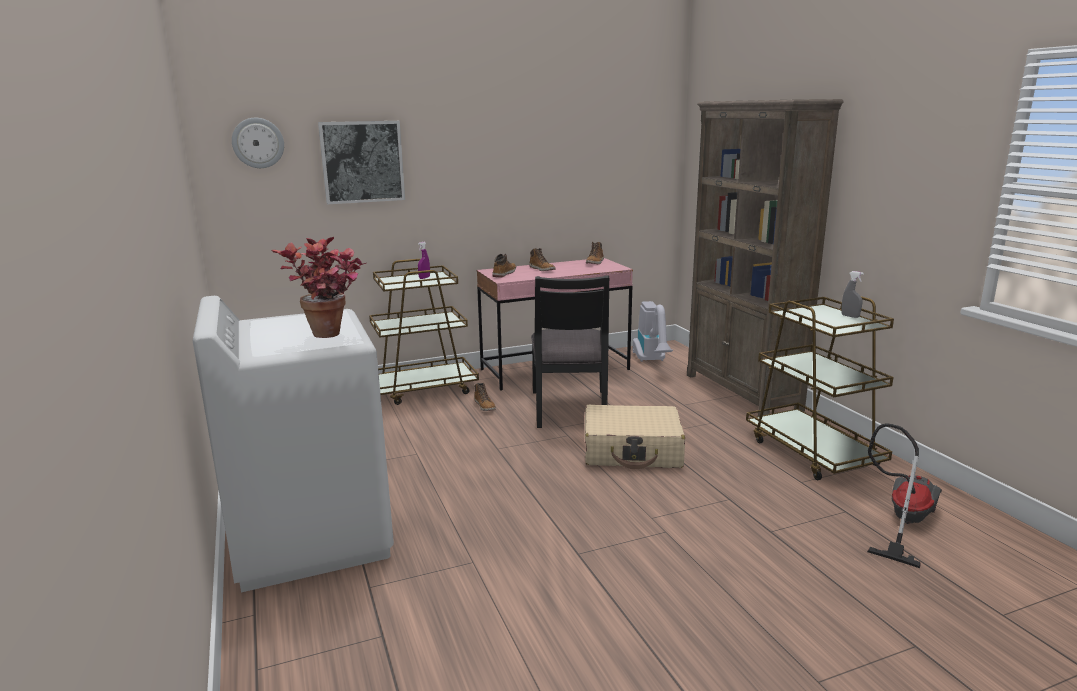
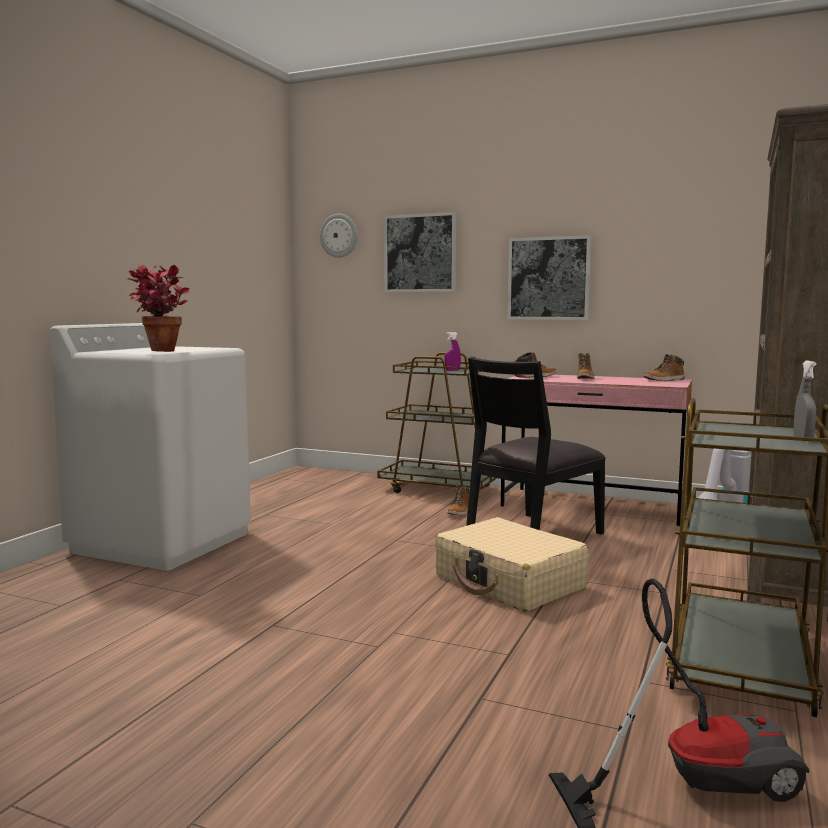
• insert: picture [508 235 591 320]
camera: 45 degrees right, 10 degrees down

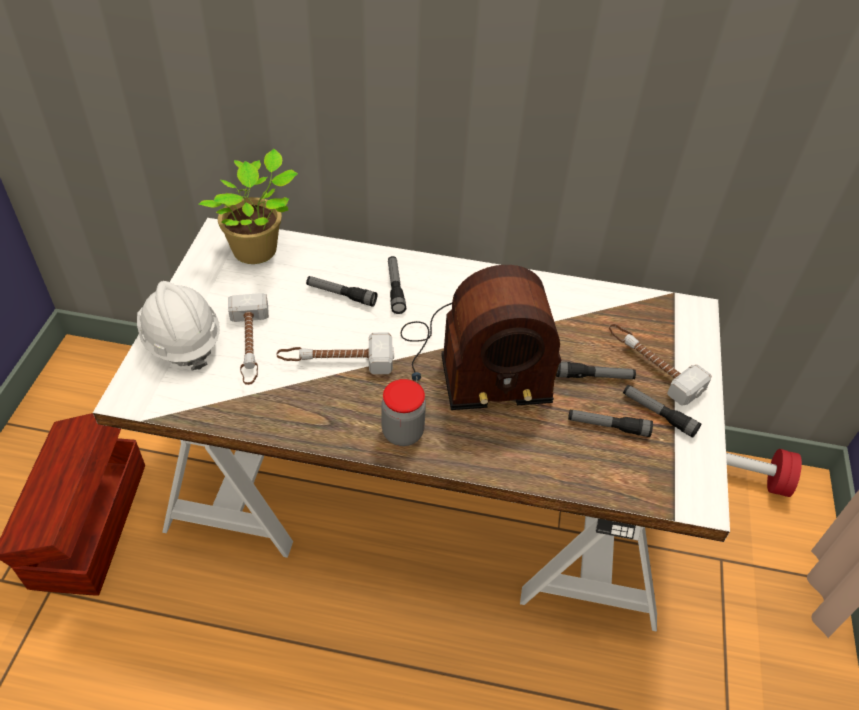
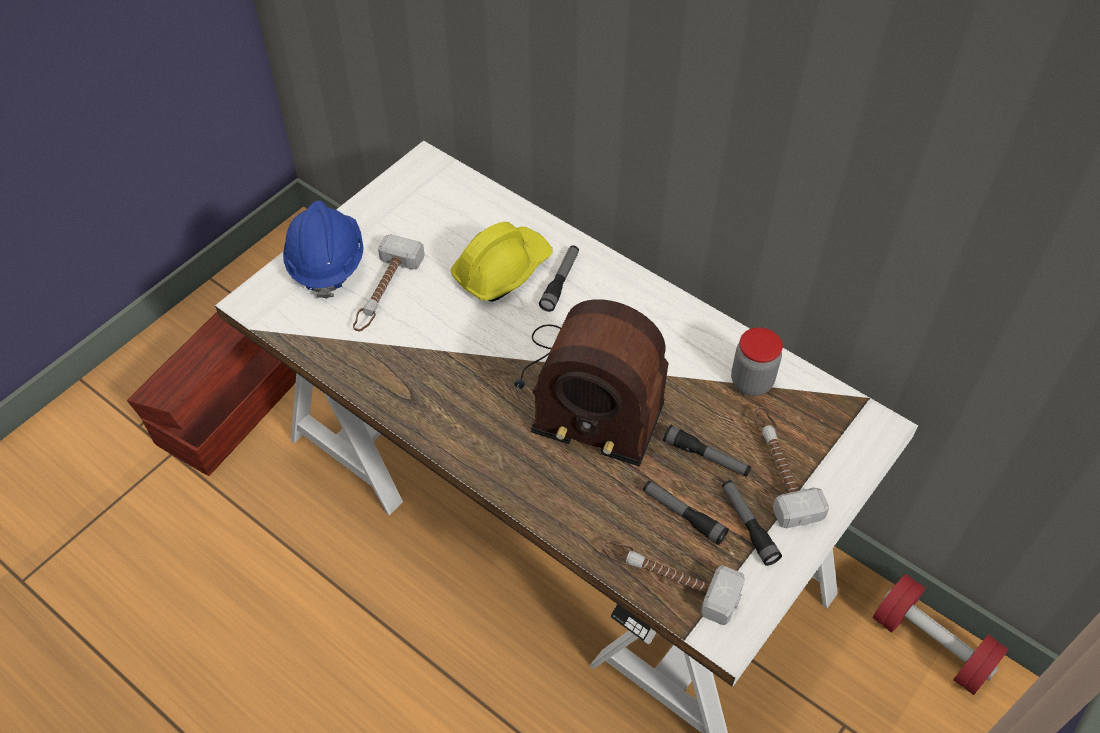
• recolor: white_hard_hat [137 281 220 371] to blue_hard_hat [283 201 364 299]
• delete: potted_plant [198 149 298 264]
• move: hammer [277 333 394 374] to [602 541 745 625]
• replace: flashlight [306 276 377 307] to yellow_hard_hat [451 222 553 302]
• move: jar [381 379 426 446] to [731 327 783 396]
camera: 30 degrees right, 5 degrees up

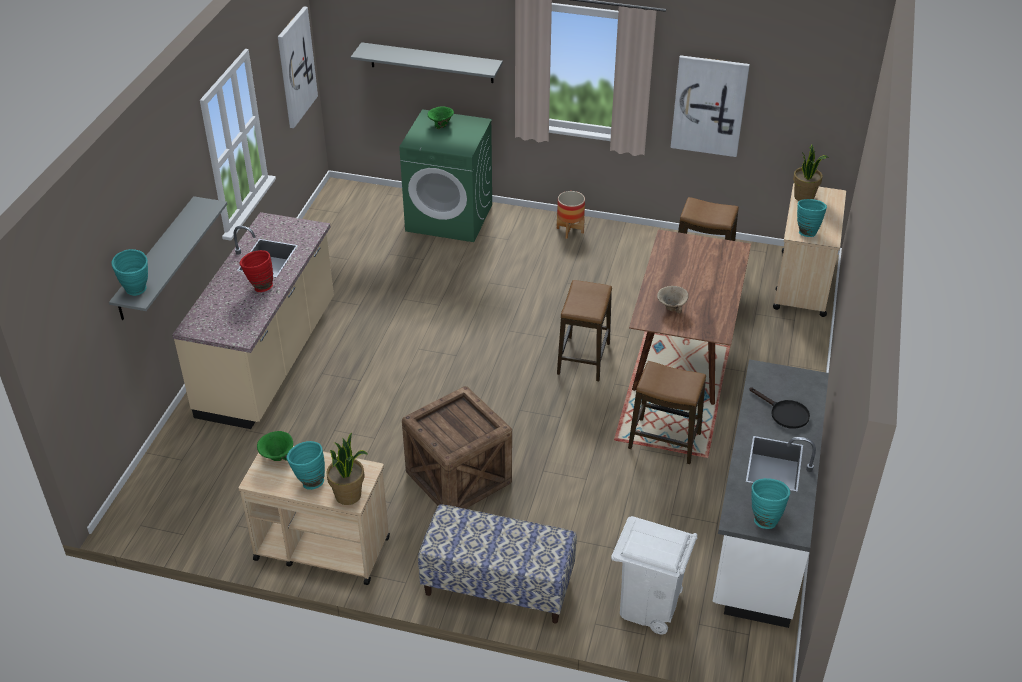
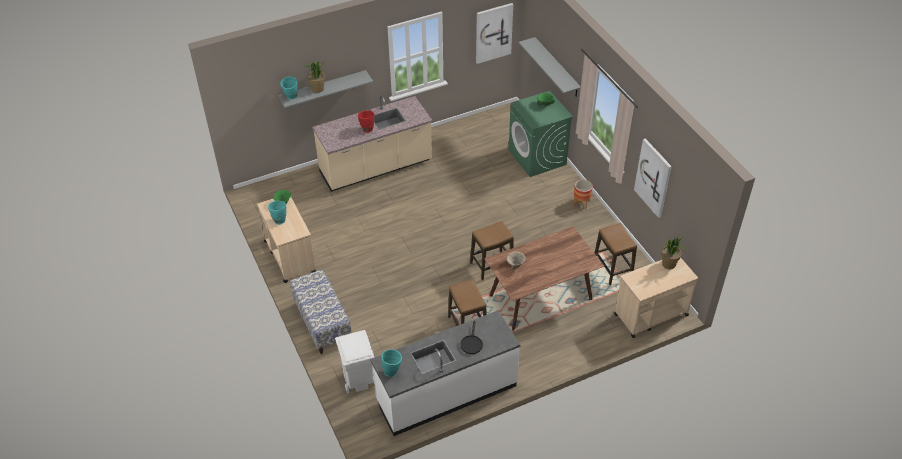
• move: potted_plant [326 433 368 505] to [304 61 325 93]
• delete: crate [402 386 512 509]
• delete: turquoise_vase [797 199 827 237]
camera: 50 degrees right, 5 degrees up

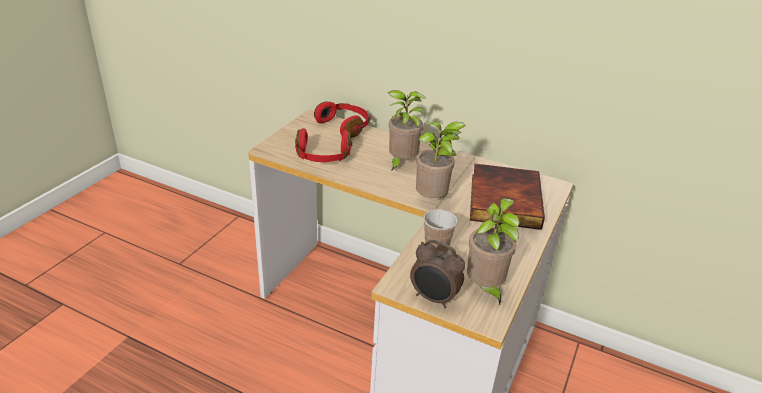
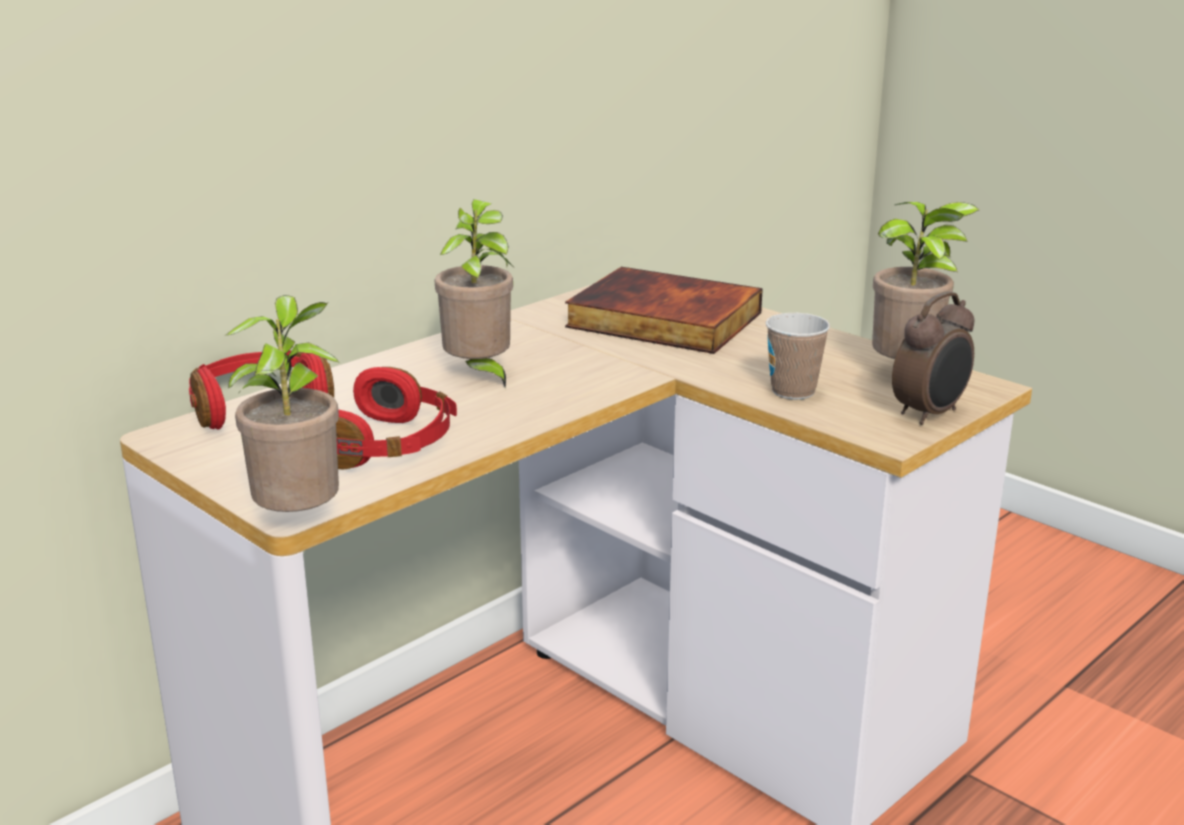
• move: potted_plant [416 122 466 198] to [224 295 340 512]
camera: 70 degrees left, 10 degrees down

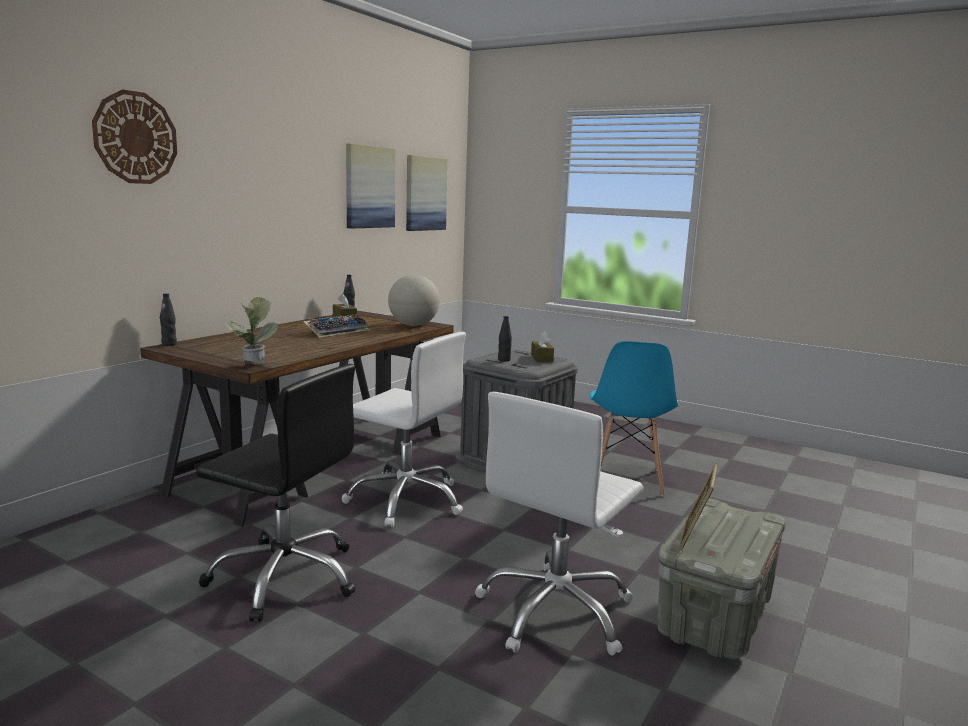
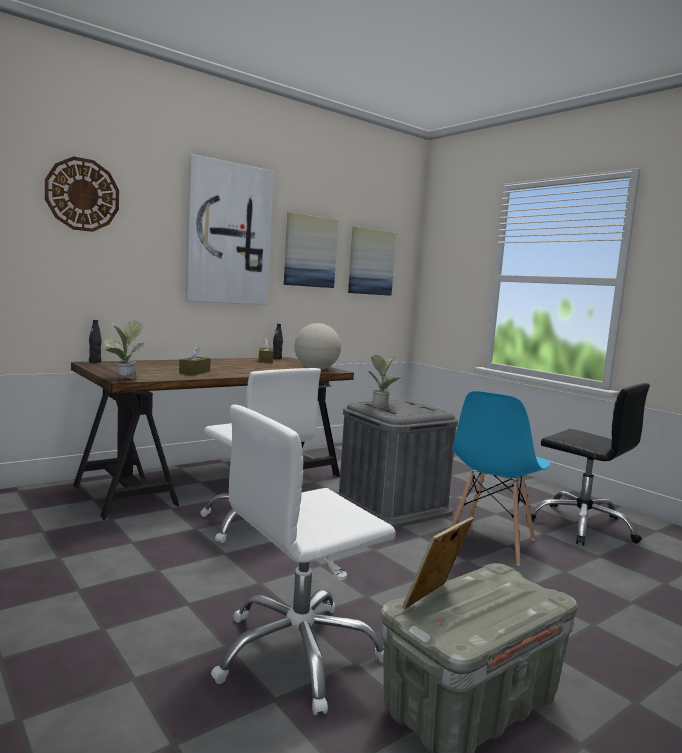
• move: black_office_chair [196 364 356 622] to [526 383 650 545]
• delete: keyboard [303 314 370 338]
• replace: black_bottle [498 316 512 362] to potted_plant [368 355 401 408]
• move: brown_tissue_box [531 332 554 362] to [179 345 210 375]
• insert: picture [186 154 274 305]
camera: 20 degrees right, 5 degrees down

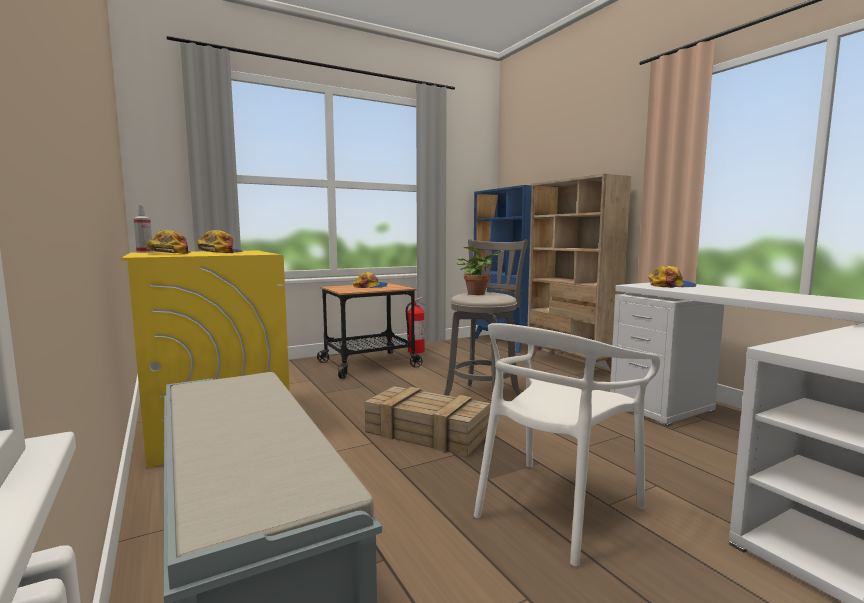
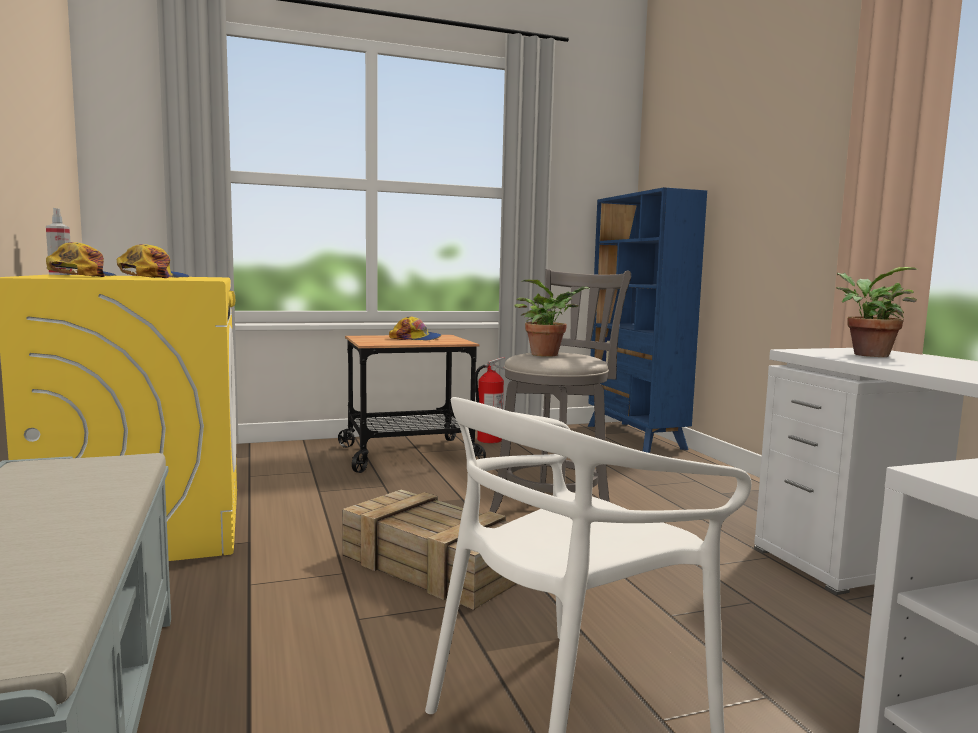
• delete: beige_bookcase [528 174 631 370]
• replace: cap [648 266 696 288] to potted_plant [836 267 919 357]
camera: 10 degrees right, 0 degrees up

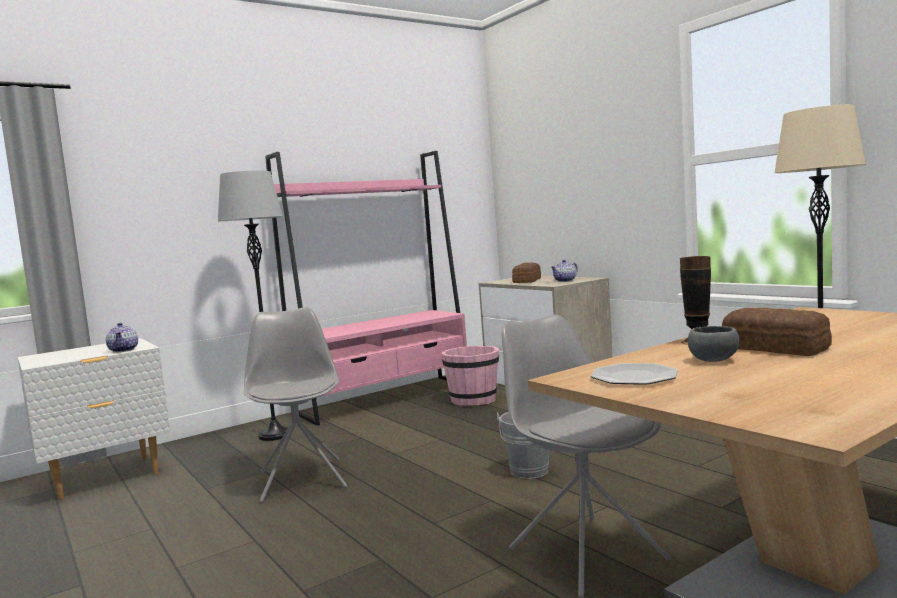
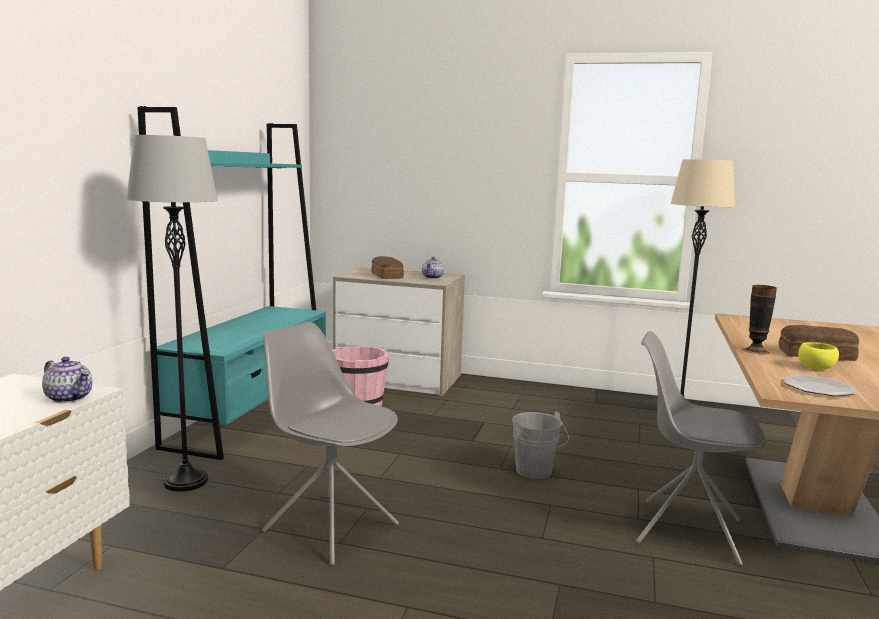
• recolor: pink_bookcase [265 151 467 425] to turquoise_bookcase [137 106 326 460]
• recolor: grey_bowl [688 326 739 362] to yellow_bowl [798 342 839 370]
camera: 40 degrees left, 5 degrees up

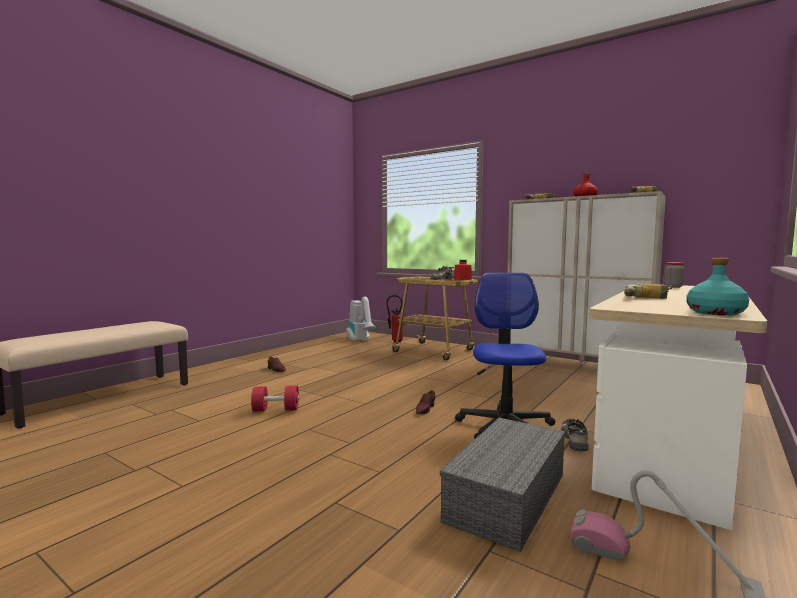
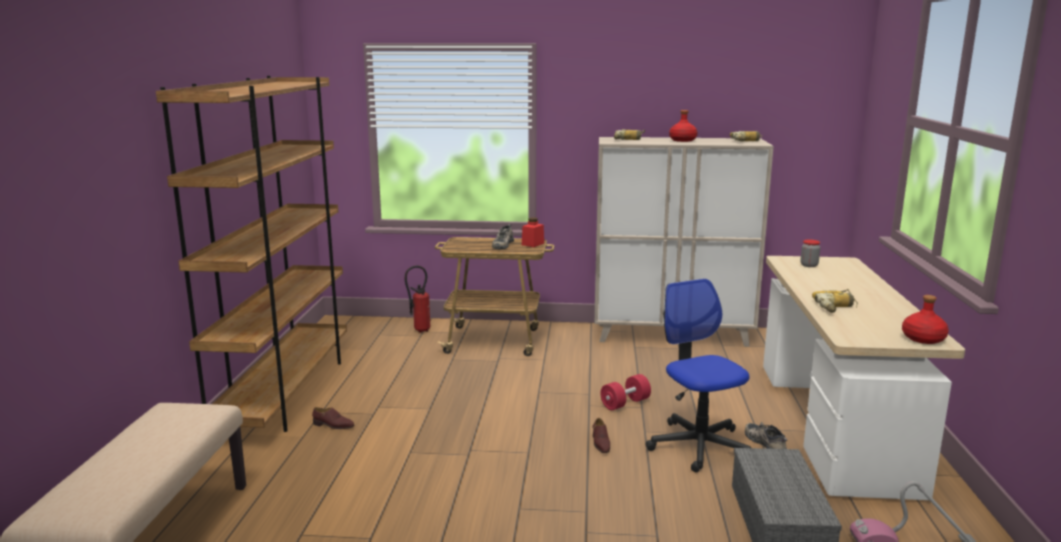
• move: red_dumbbell [251 385 299 412] to [601 374 651 410]
• delete: vacuum_cleaner [346 297 376 342]
• recolor: turquoise_bottle [686 258 749 316] to red_bottle [902 295 949 344]
• insert: brown_bookcase [156 76 347 432]
camera: 30 degrees left, 10 degrees up

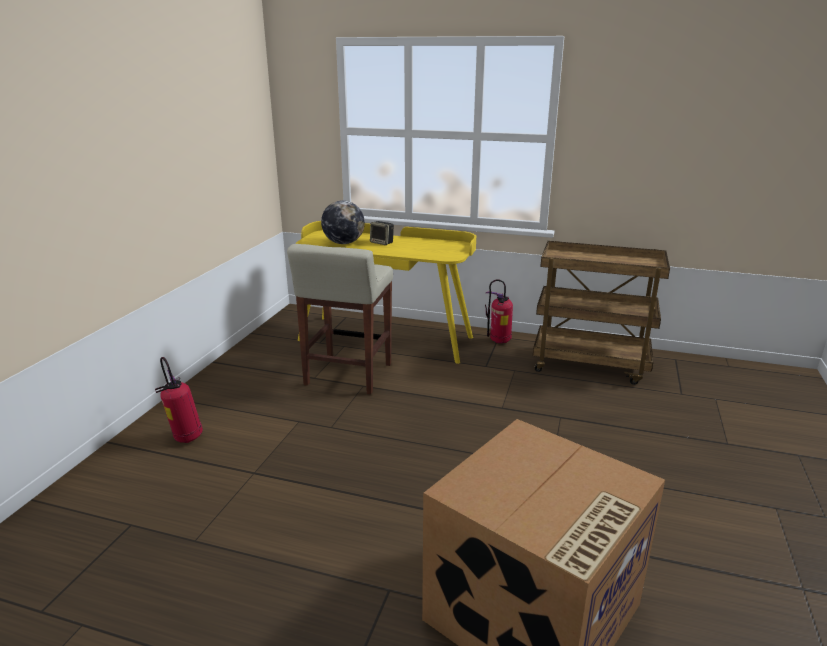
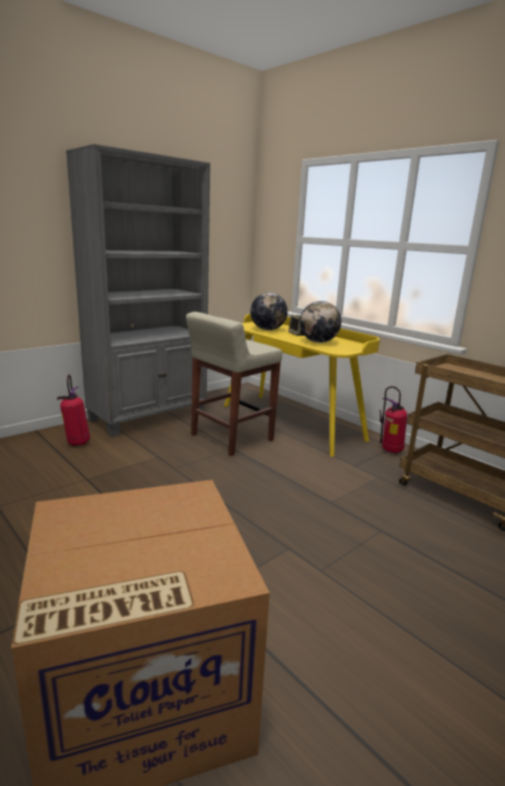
• insert: grey_bookcase [66 144 210 437]
• insert: globe [300 301 341 343]
camera: 30 degrees right, 5 degrees down

